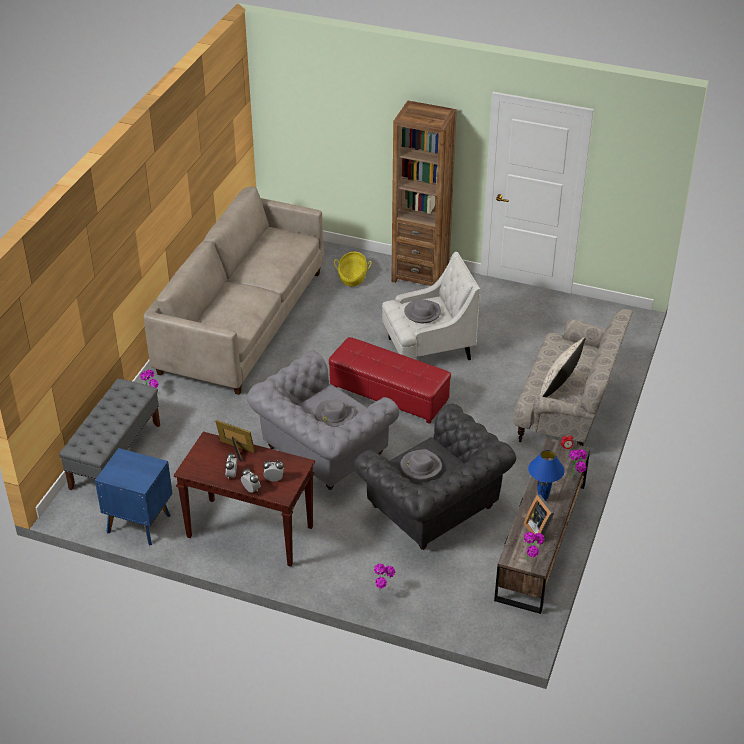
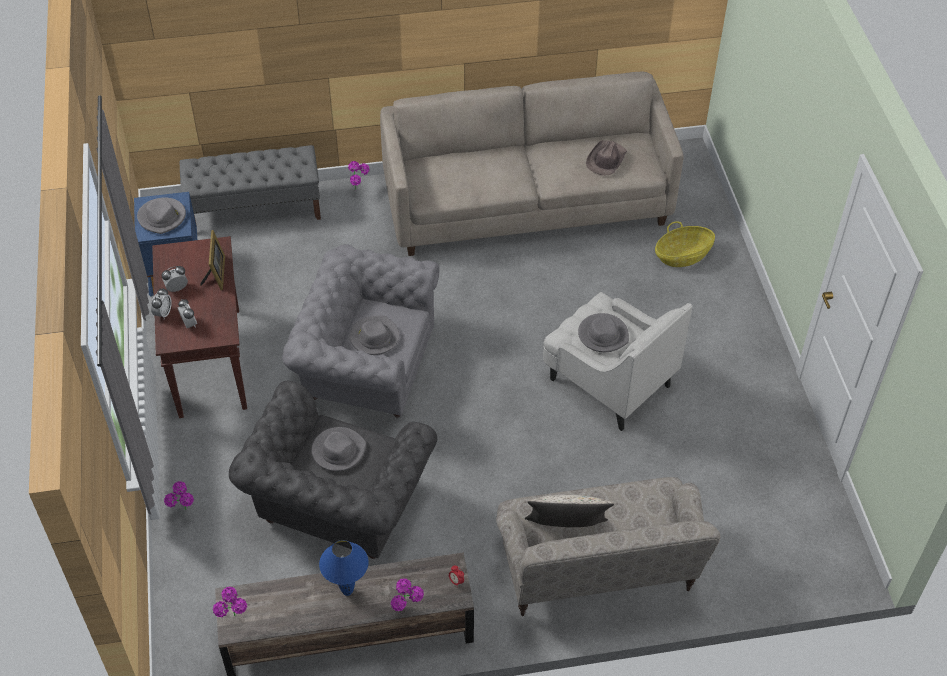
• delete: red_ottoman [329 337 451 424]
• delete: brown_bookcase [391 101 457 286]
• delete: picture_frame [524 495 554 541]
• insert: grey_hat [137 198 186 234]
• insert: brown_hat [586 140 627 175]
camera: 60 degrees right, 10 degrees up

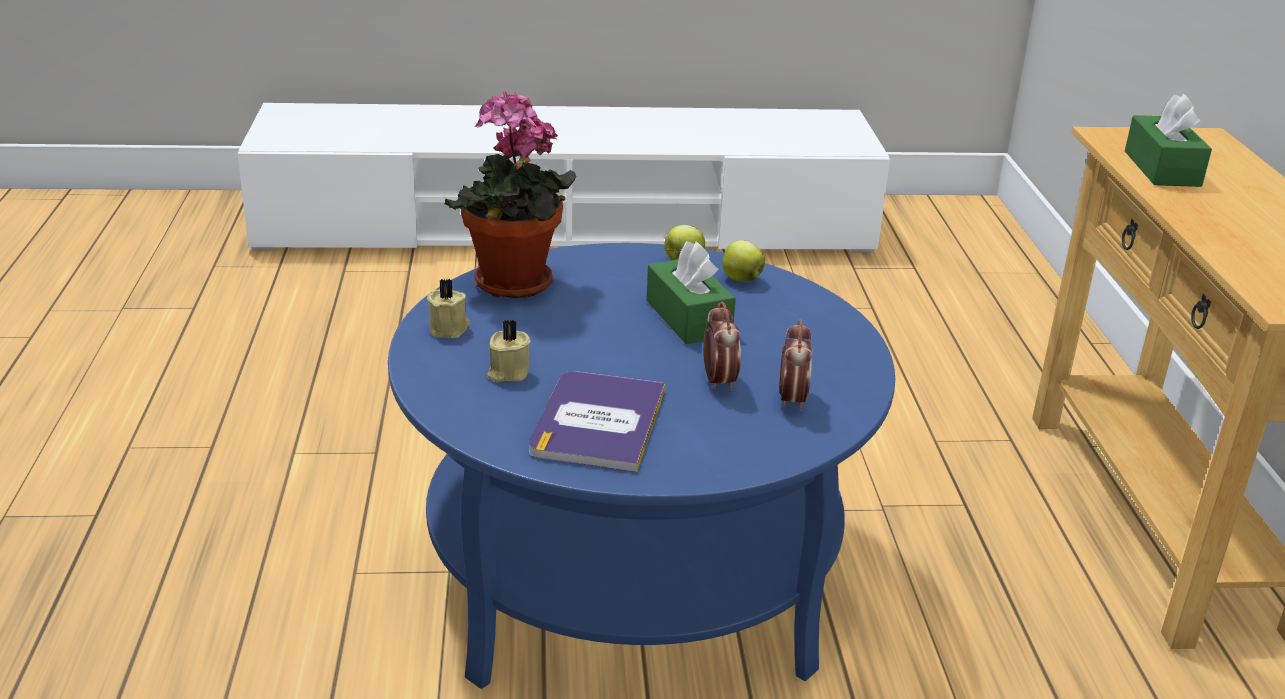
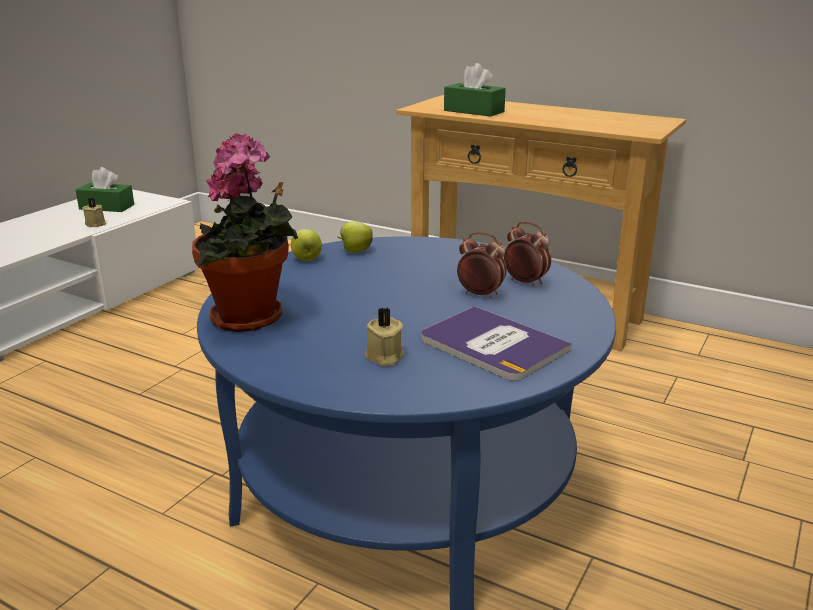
• move: beige_candle [427 279 470 338] to [82 197 106 227]
• move: green_tissue_box [646 241 736 344] to [76 167 134 212]
camera: 55 degrees left, 5 degrees down

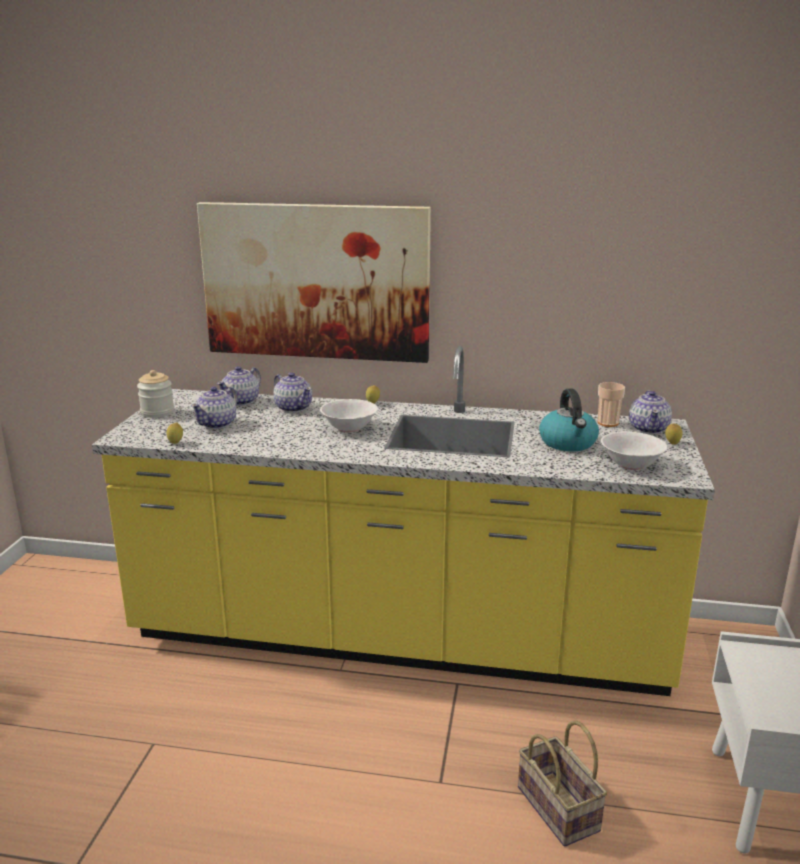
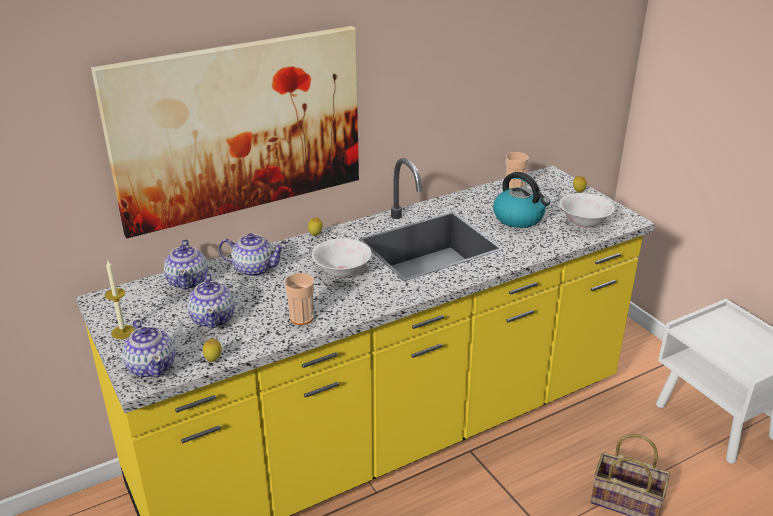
• replace: jar [137 370 174 418] to candle [105 259 134 339]
• move: teapot [629 391 672 434] to [122 320 175 378]
• insert: cup [284 273 314 325]
camera: 40 degrees left, 10 degrees up

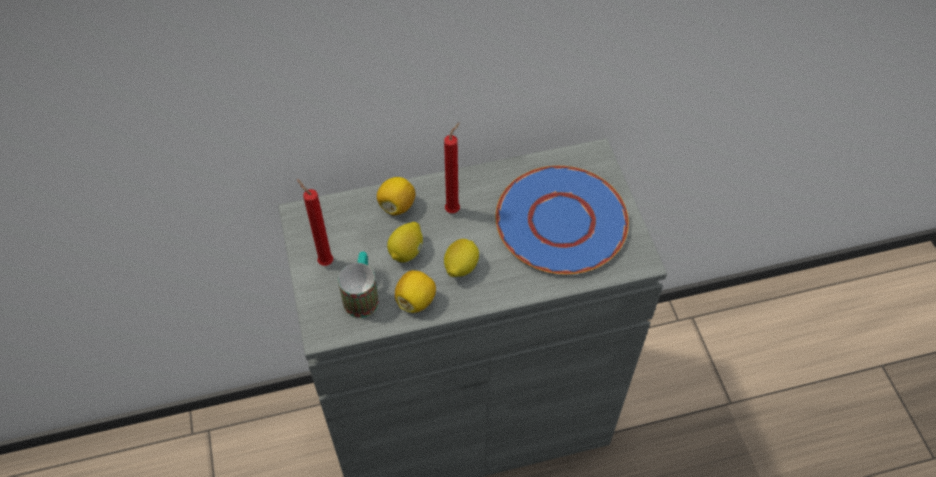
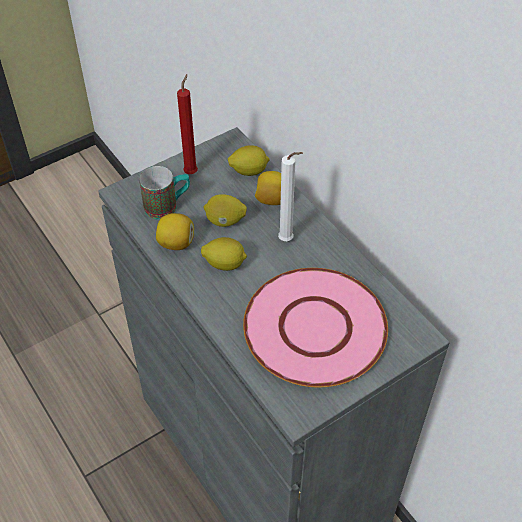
• recolor: red_candle [444 122 460 213] to white_candle [278 152 303 241]
• recolor: blue_plate [496 166 629 274] to pink_plate [243 268 388 387]
• insert: lemon [228 145 270 176]
camera: 70 degrees right, 5 degrees down

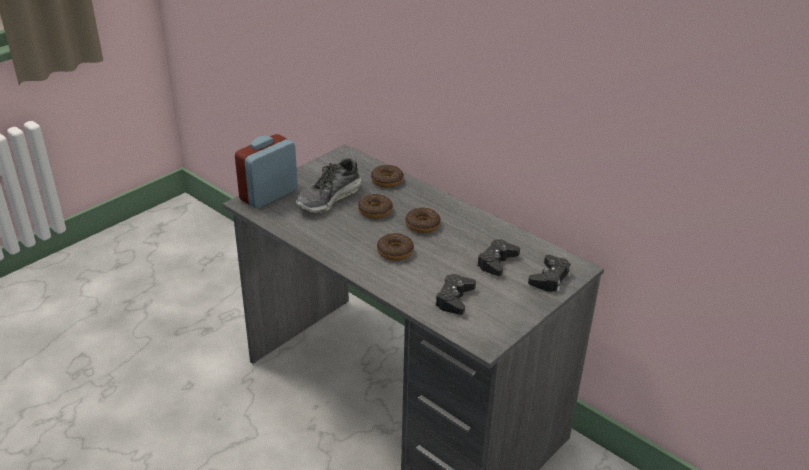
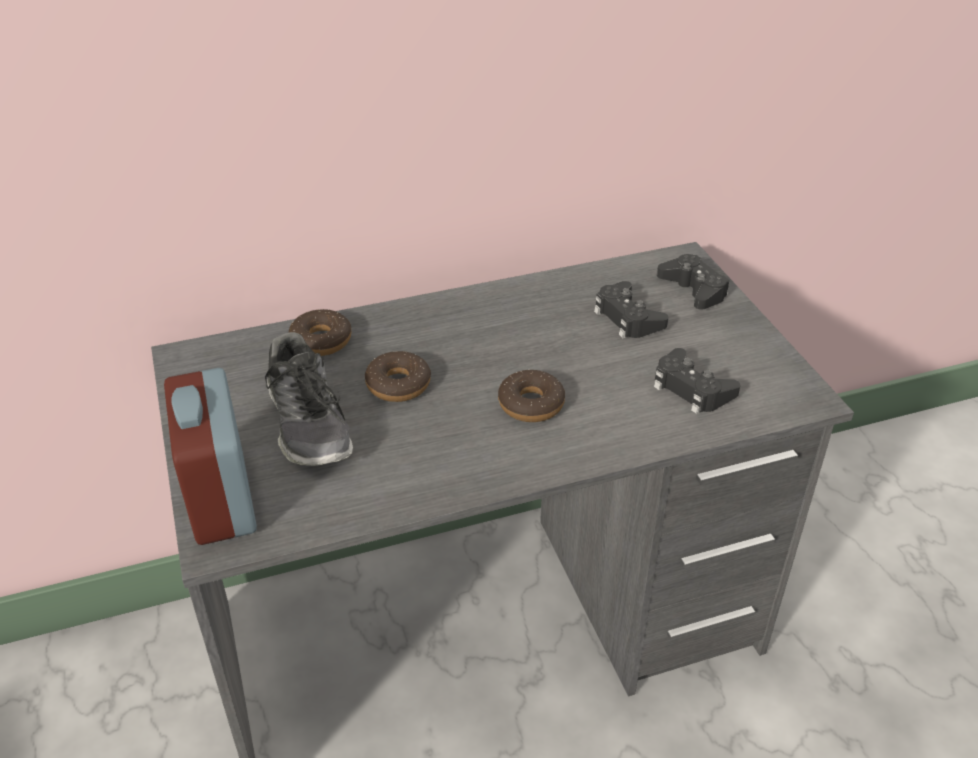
• delete: donut [405 207 441 233]
camera: 60 degrees left, 5 degrees up

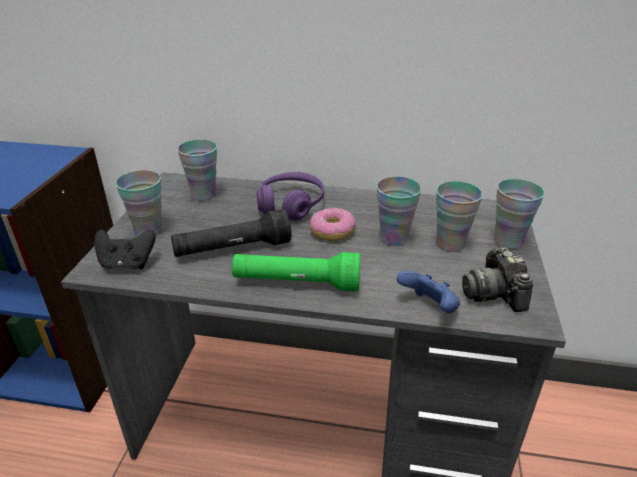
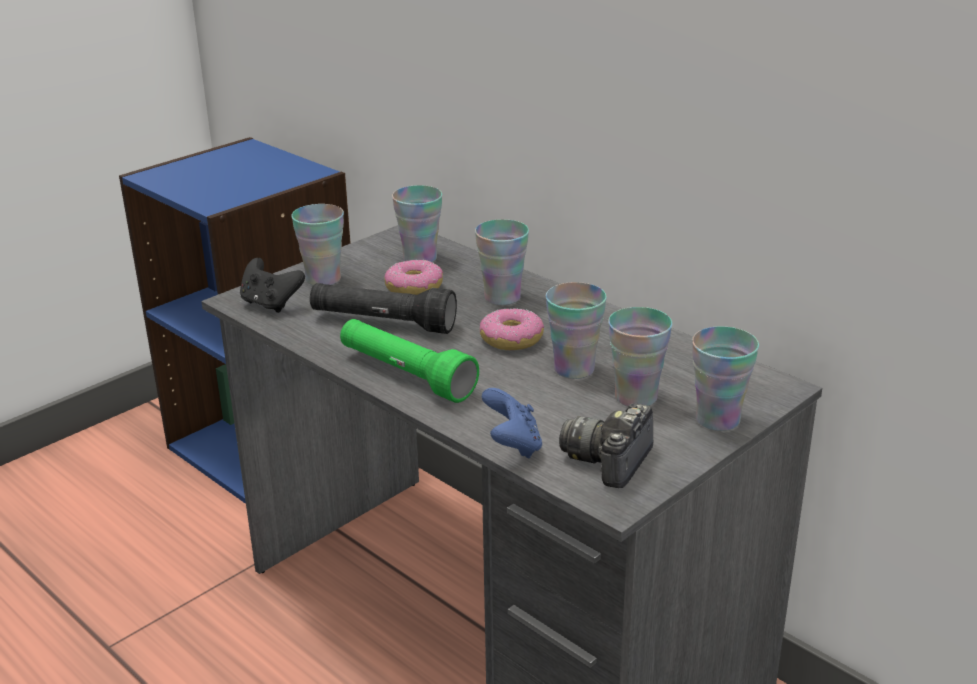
• replace: purple_headphones [257 172 324 221] to cup [475 219 529 305]
• insert: donut [385 259 443 295]
camera: 35 degrees right, 5 degrees down

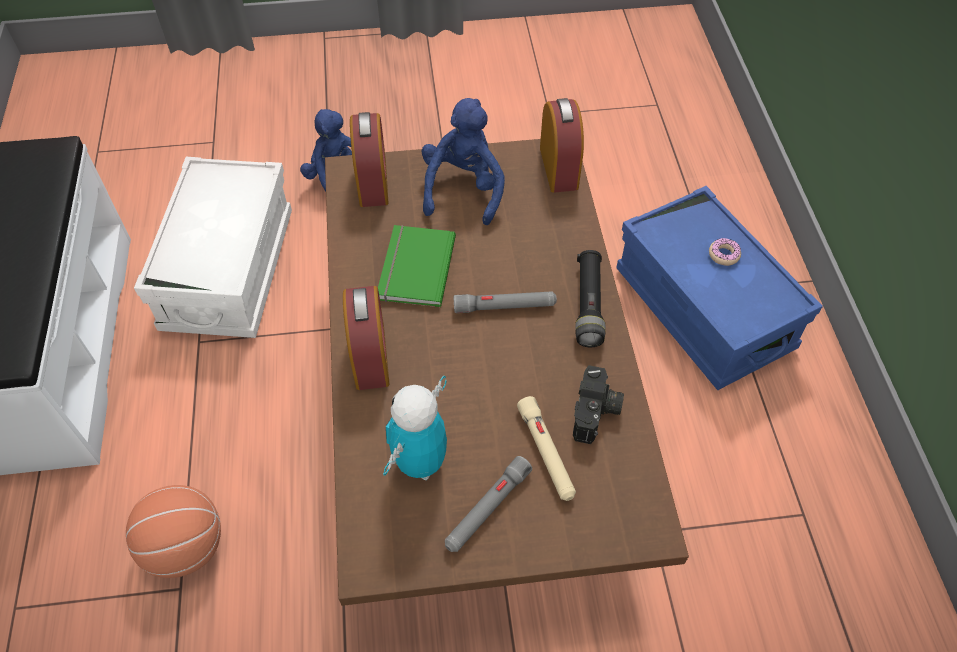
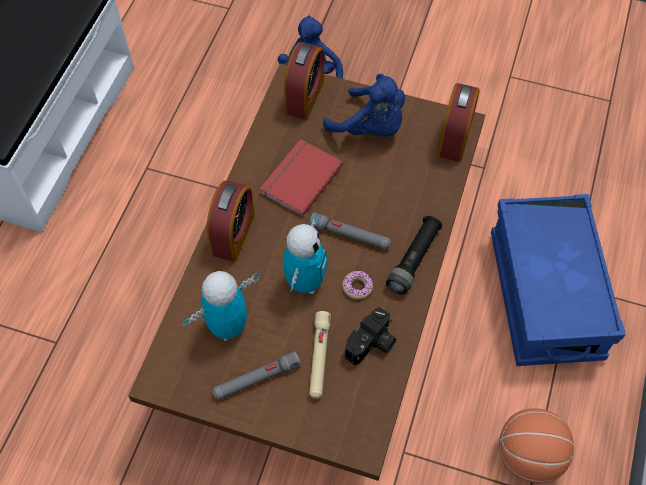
• move: basketball [126 485 221 578] to [499 408 574 483]
• delete: white_storage_box [134 157 292 338]
• recolor: green_book [378 225 456 307] to red_book [260 139 343 217]
• rotate: blue_plush_toy [422 98 505 225] = [323 74 405 137] 90 degrees clockwise
• move: donut [709 238 741 266] to [342 271 373 299]
• insert: toy_robot [283 214 328 294]
camera: 25 degrees right, 5 degrees up

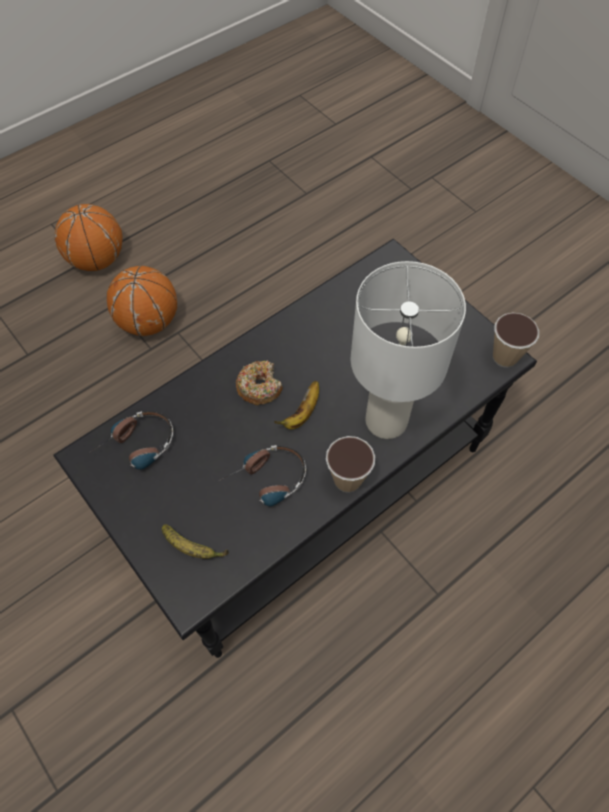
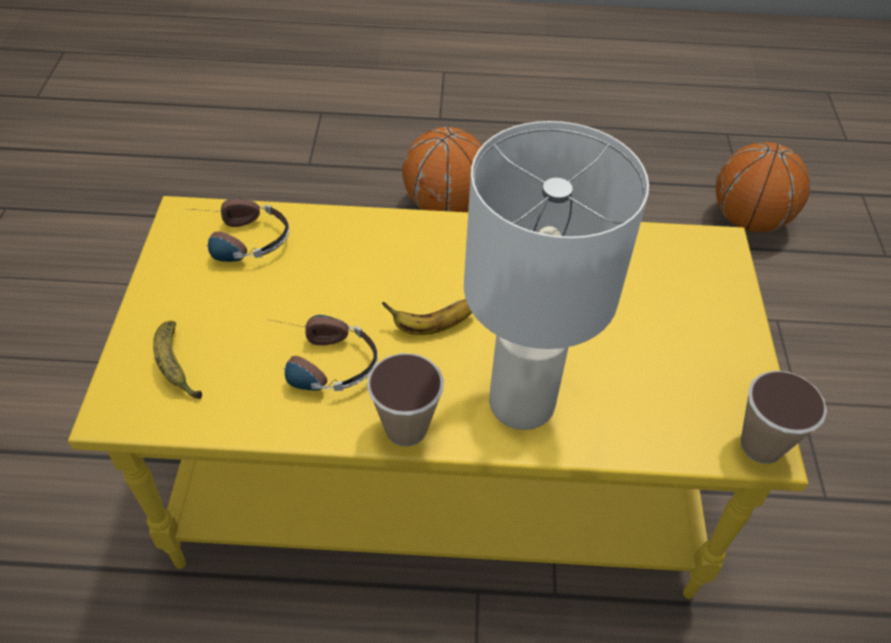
• recolor: black_coffee_table [53 239 537 658] to yellow_coffee_table [68 196 808 599]
• move: basketball [54 204 122 271] to [716 142 810 232]
• delete: donut [236 361 282 405]
camera: 40 degrees right, 10 degrees down

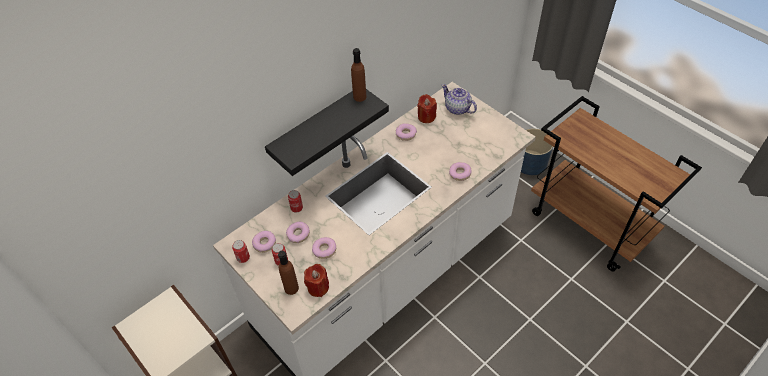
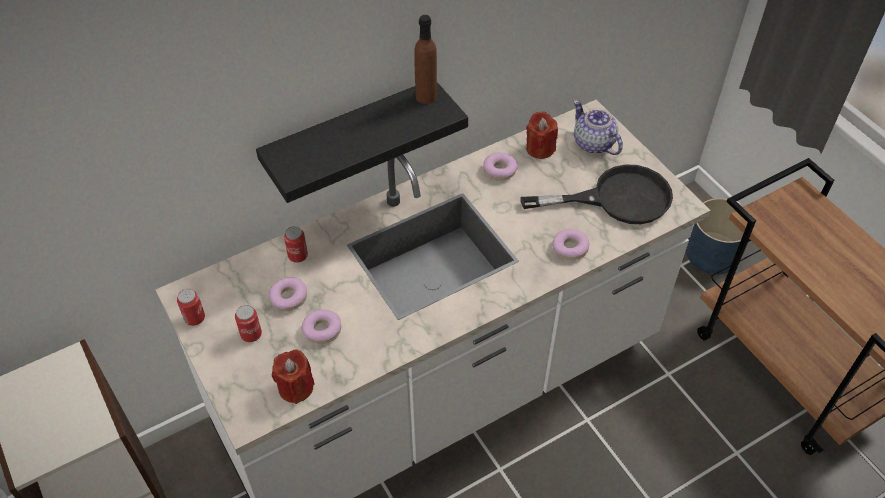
• delete: donut [252 231 276 253]
• delete: brown_bottle [278 251 299 295]
• insert: black_frying_pan [520 164 673 224]
camera: 10 degrees right, 0 degrees up

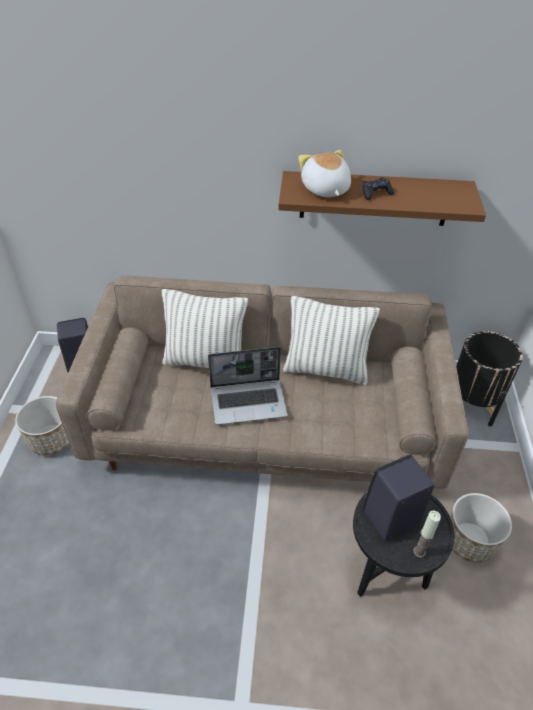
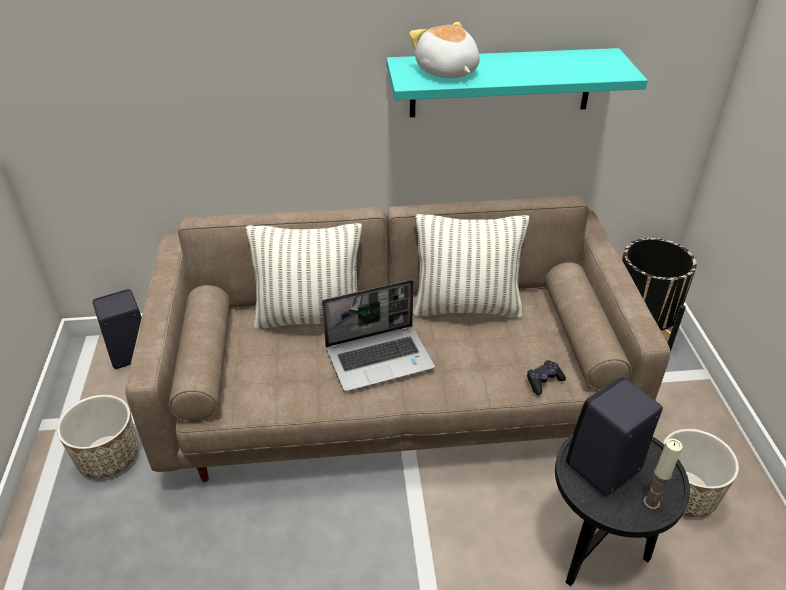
• recolor: brown_shelf [278 171 486 226] to turquoise_shelf [386 48 648 117]
• move: black_game_controller [362 177 394 200] to [527 360 566 395]
camera: 10 degrees left, 5 degrees down

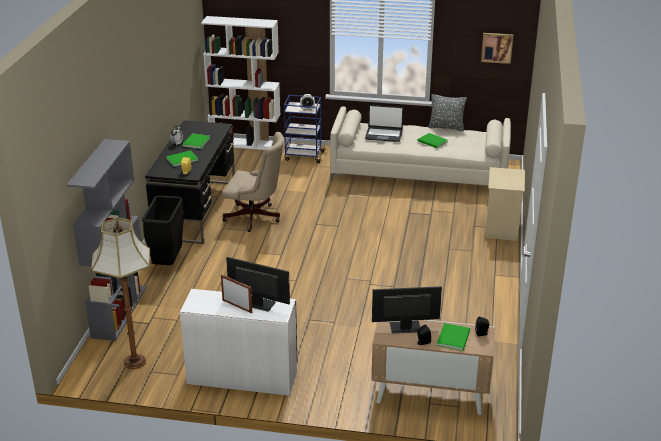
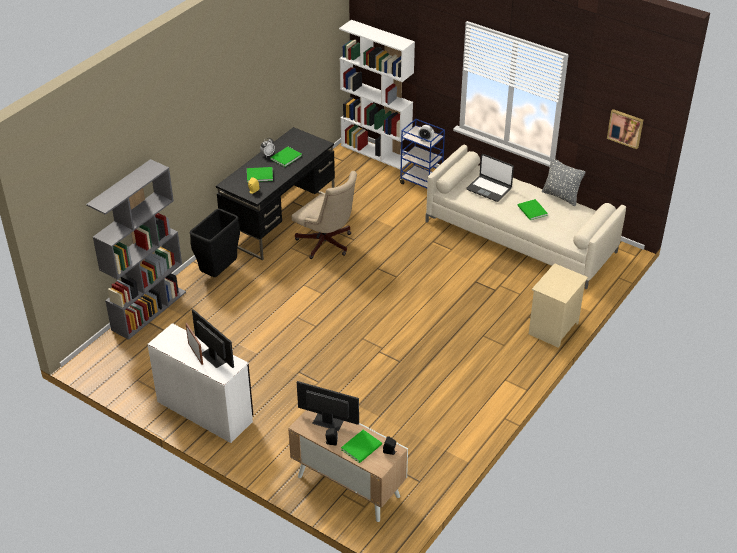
• delete: floor_lamp [91 218 150 369]
camera: 25 degrees right, 10 degrees up

